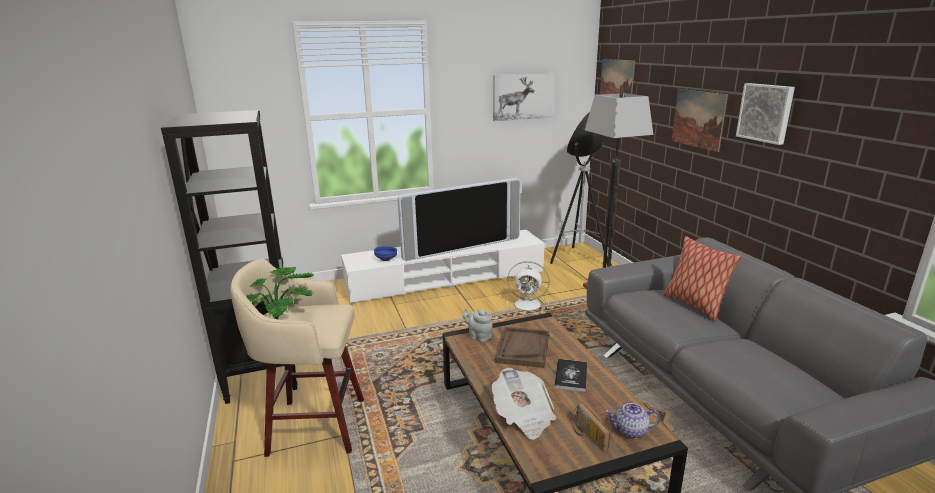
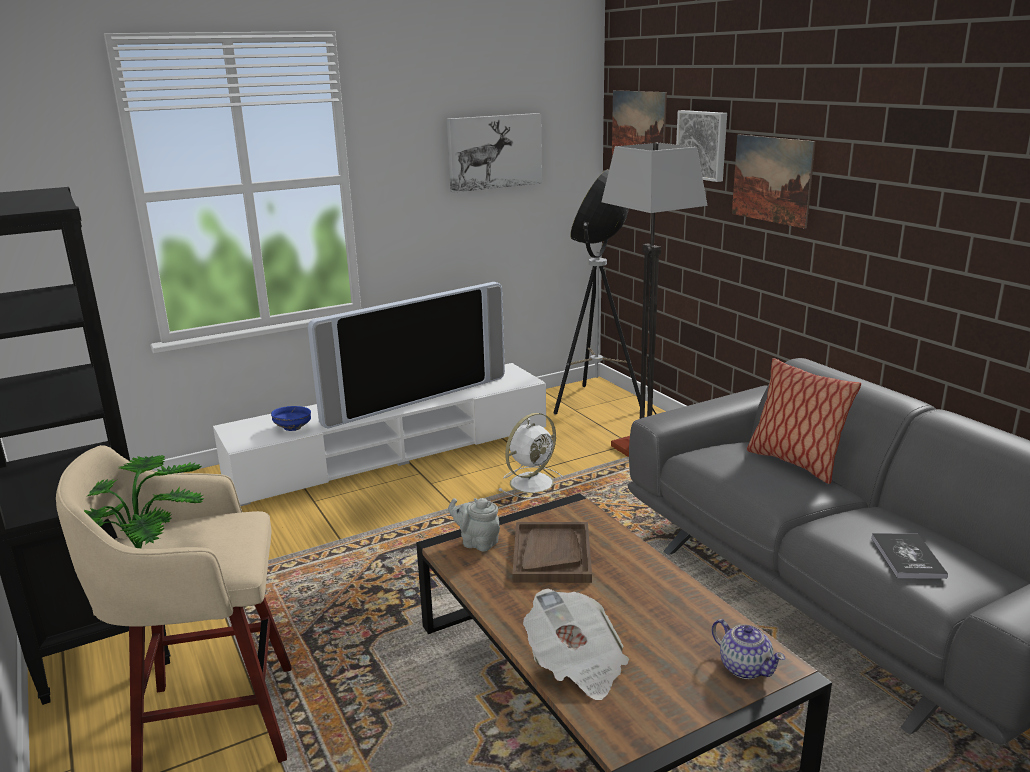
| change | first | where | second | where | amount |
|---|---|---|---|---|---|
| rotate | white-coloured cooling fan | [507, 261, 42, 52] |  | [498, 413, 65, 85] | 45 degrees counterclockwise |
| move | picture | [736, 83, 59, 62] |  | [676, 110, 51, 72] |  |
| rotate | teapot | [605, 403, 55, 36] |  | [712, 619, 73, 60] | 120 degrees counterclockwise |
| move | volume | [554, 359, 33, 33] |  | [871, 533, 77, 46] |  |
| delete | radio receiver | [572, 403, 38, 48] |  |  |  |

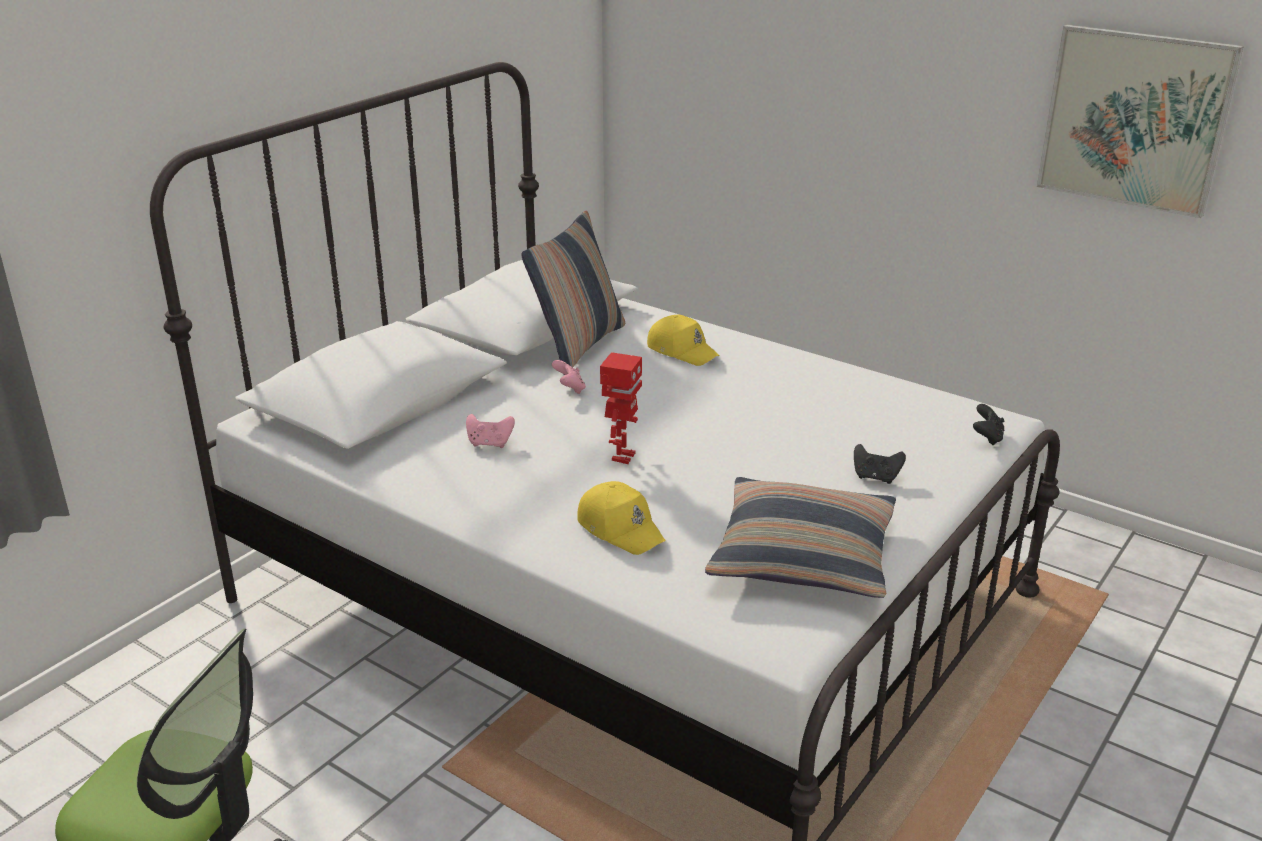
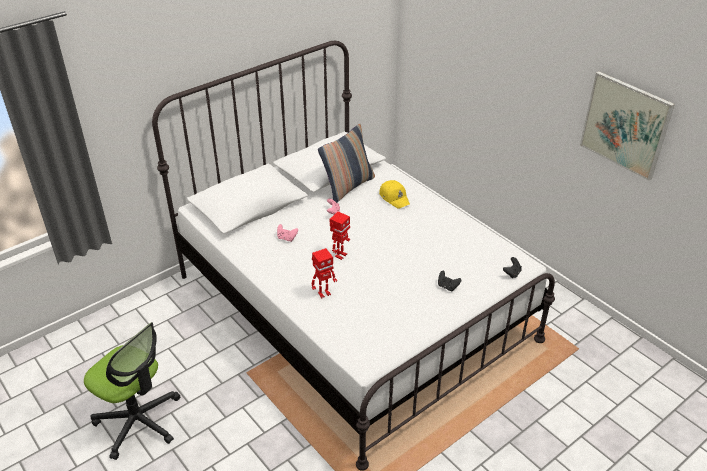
| change | first | where | second | where | amount |
|---|---|---|---|---|---|
| replace | yellow-coloured baseball cap | [578, 481, 88, 74] | robot figure | [312, 248, 25, 51] |  |
| delete | cushion | [705, 477, 191, 121] |  |  |  |

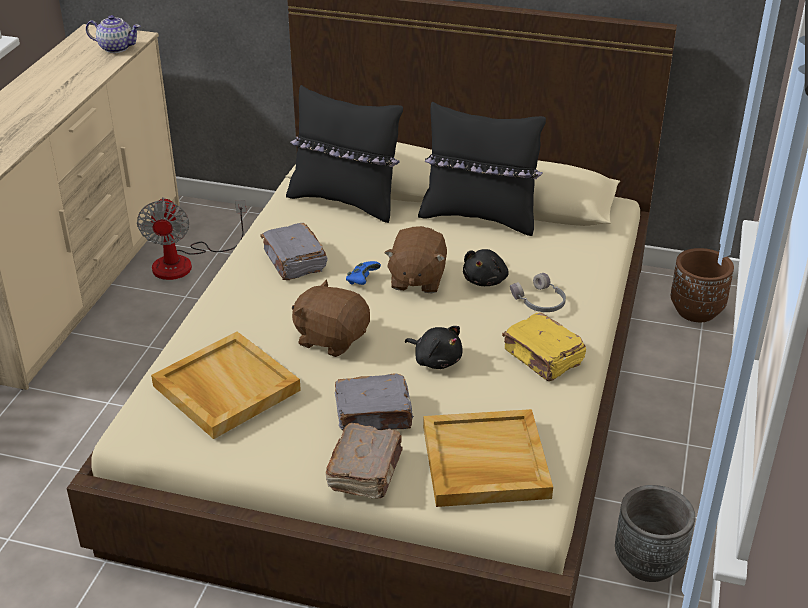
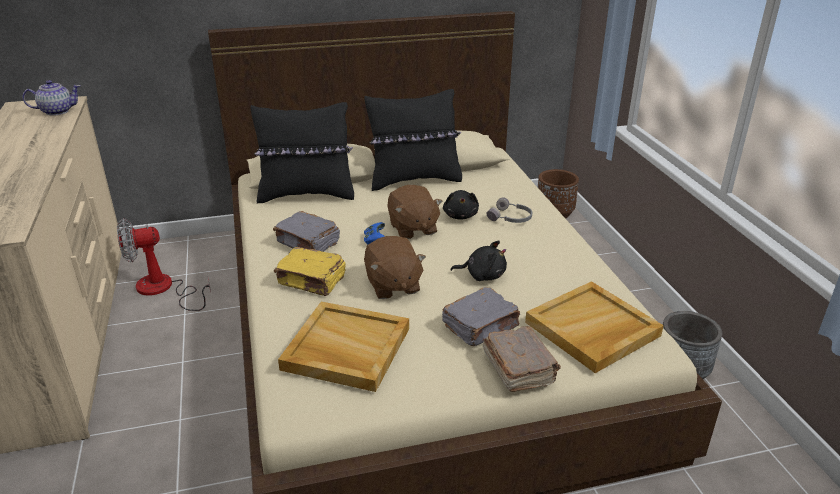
| change | first | where | second | where | amount |
|---|---|---|---|---|---|
| rotate | cooling fan | [137, 197, 110, 83] |  | [117, 218, 94, 93] | 105 degrees clockwise |
| move | yellow-coloured volume | [502, 312, 84, 69] |  | [274, 247, 71, 49] |  |
| rotate | brown-coloured plush toy | [292, 279, 78, 78] |  | [364, 236, 62, 63] | 105 degrees counterclockwise |

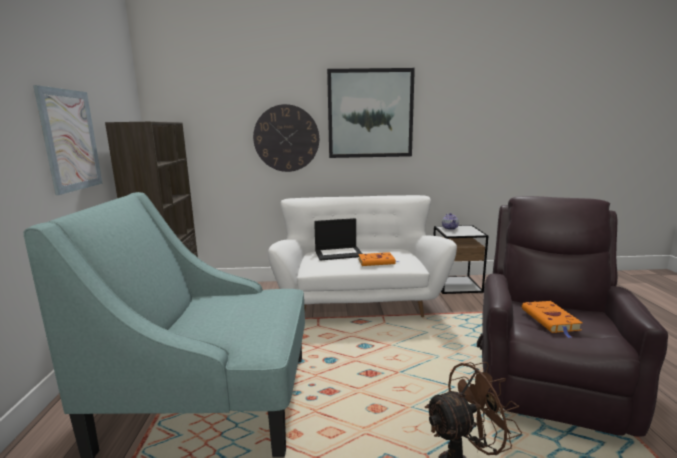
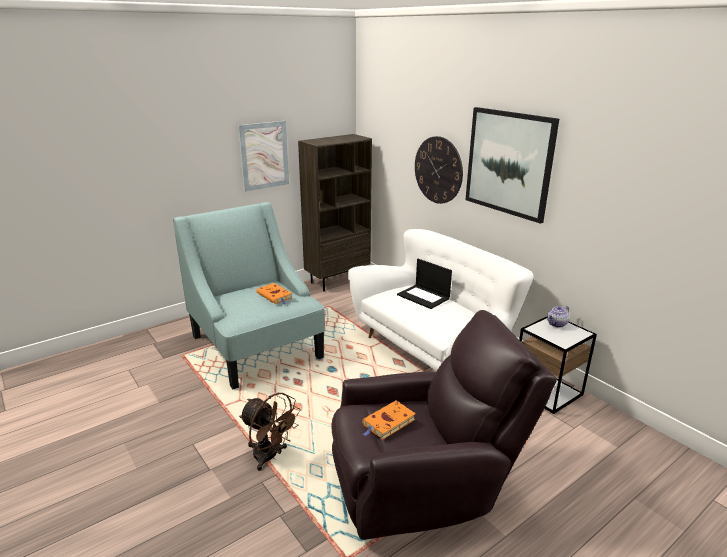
| change | first | where | second | where | amount |
|---|---|---|---|---|---|
| move | orange-coloured volume | [358, 252, 41, 14] |  | [257, 283, 35, 22] |  |

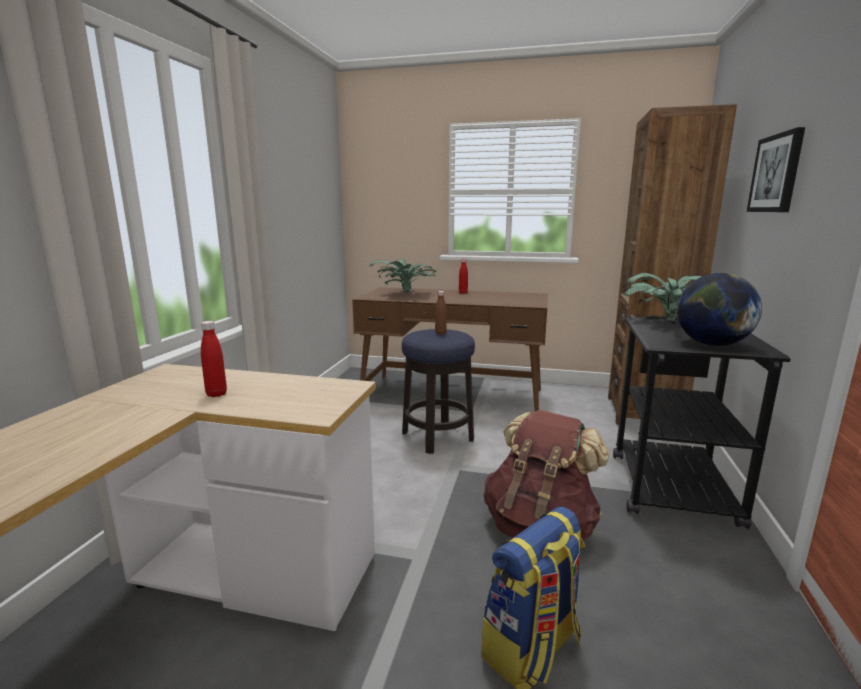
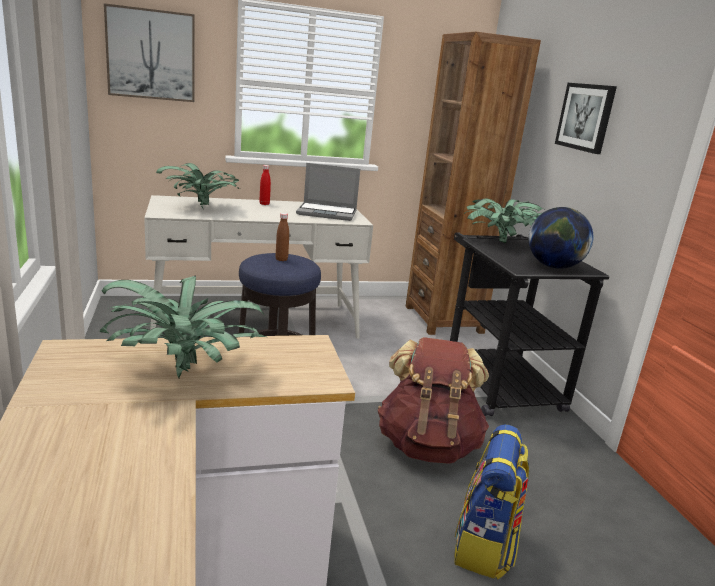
| change | first | where | second | where | amount |
|---|---|---|---|---|---|
| replace | red-coloured bottle | [201, 321, 26, 76] | plant in a pot | [100, 276, 166, 102] |  |
| insert |  |  | picture | [104, 3, 90, 99] |  |
| recolor | brown-coloured desk unit | [352, 287, 196, 124] | white-coloured desk unit | [144, 195, 229, 143] |  |
| insert |  |  | laptop | [296, 163, 64, 58] |  |

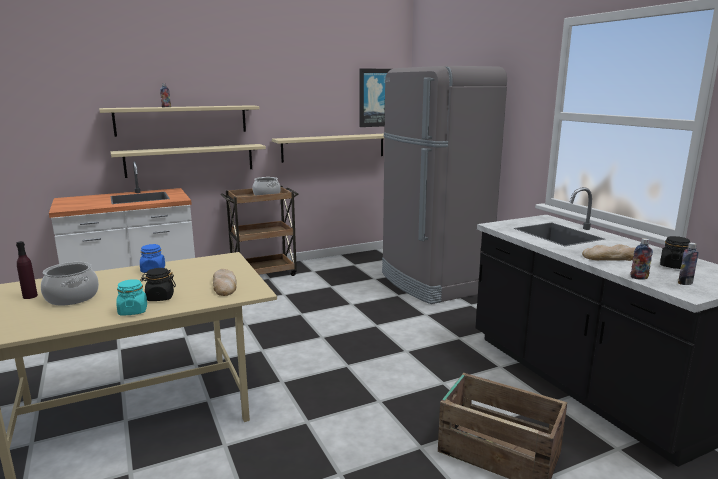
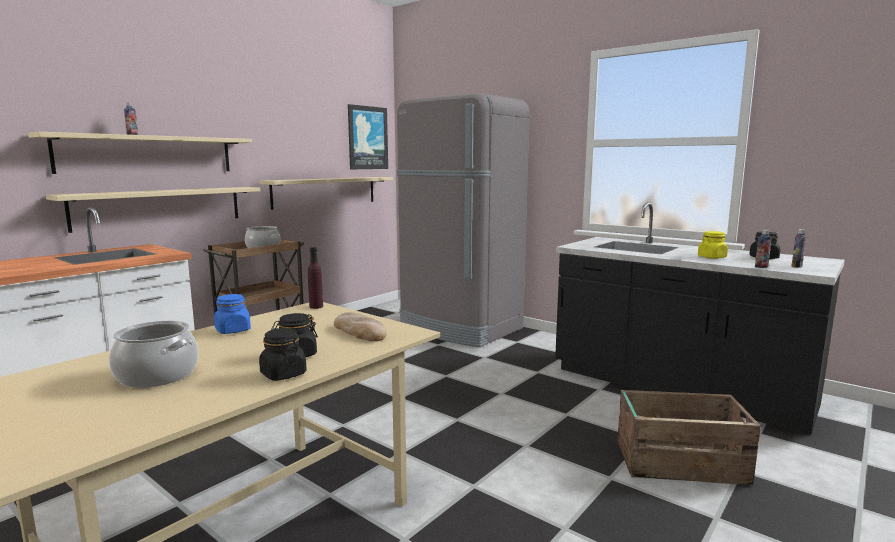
| change | first | where | second | where | amount |
|---|---|---|---|---|---|
| recolor | turquoise-coloured jar | [116, 279, 31, 37] | blackish jar | [259, 328, 48, 53] |  |
| move | purplish bottle | [16, 241, 22, 58] |  | [308, 247, 15, 62] |  |
| replace | bakery bread | [582, 244, 53, 17] | yellow-coloured jar | [698, 231, 30, 28] |  |

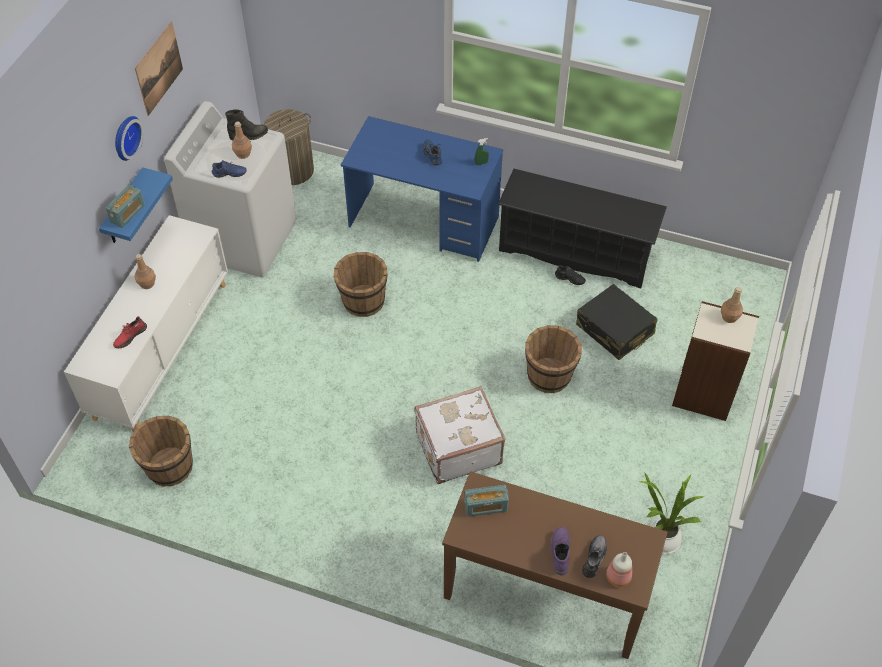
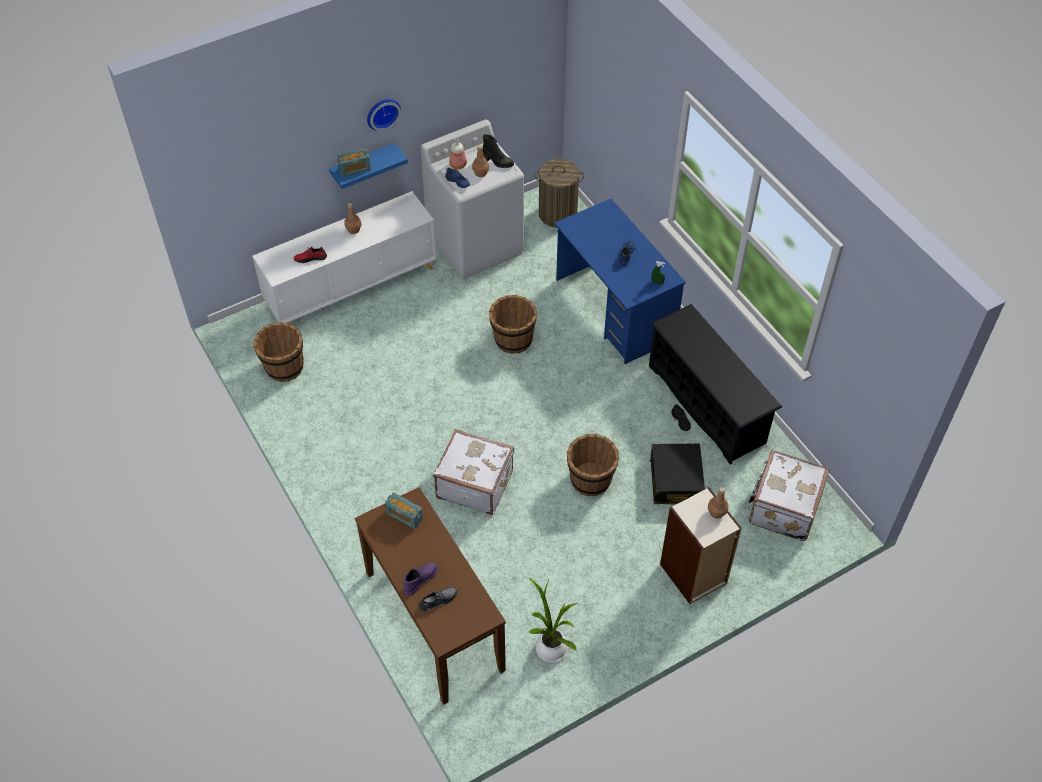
| change | first | where | second | where | amount |
|---|---|---|---|---|---|
| move | bottle | [606, 552, 26, 35] |  | [449, 137, 18, 32] |  |
| insert |  |  | white-coloured suitcase | [748, 450, 81, 91] |  |
| delete | picture | [135, 22, 48, 94] |  |  |  |

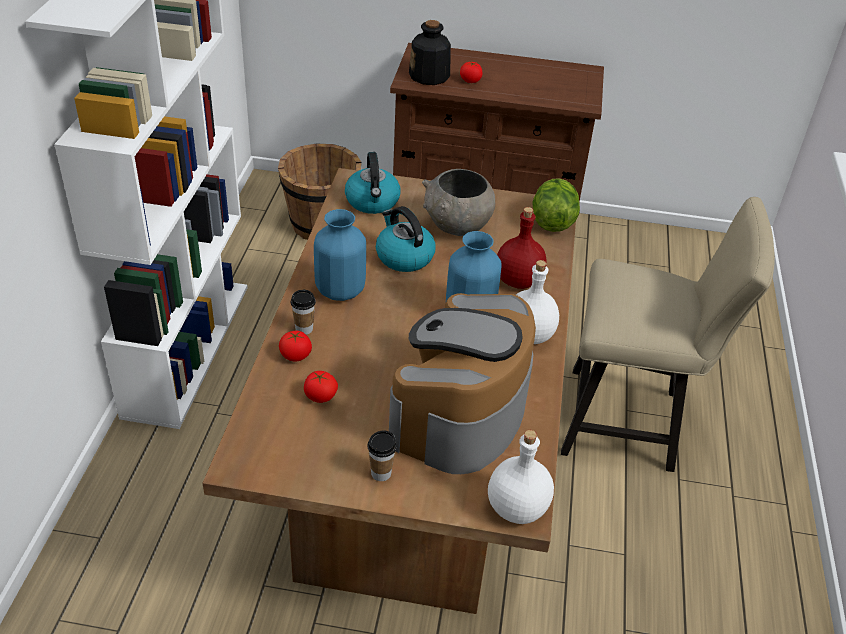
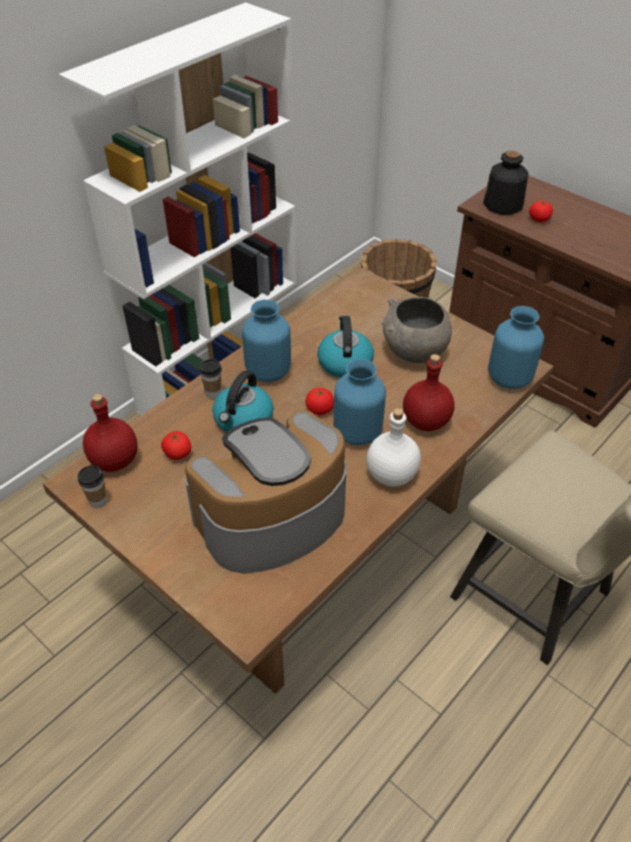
| change | first | where | second | where | amount |
|---|---|---|---|---|---|
| move | cup | [368, 430, 29, 51] |  | [78, 465, 29, 43] |  |
| insert |  |  | red-coloured bottle | [83, 394, 55, 78] |  |
| move | water kettle | [345, 152, 56, 62] |  | [212, 371, 61, 62] |  |
| move | whole tomato | [279, 331, 33, 31] |  | [305, 388, 29, 27] |  |
| replace | lettuce head | [532, 178, 48, 54] | blue-coloured flower vase | [488, 306, 56, 83] |  |
| delete | white-coloured bottle | [488, 430, 66, 94] |  |  |  |

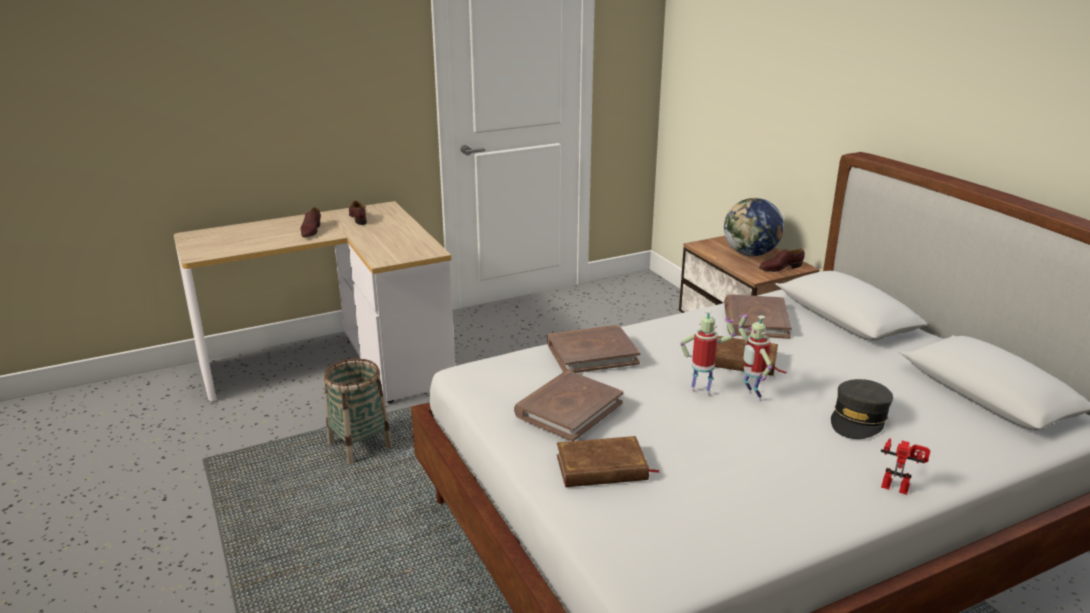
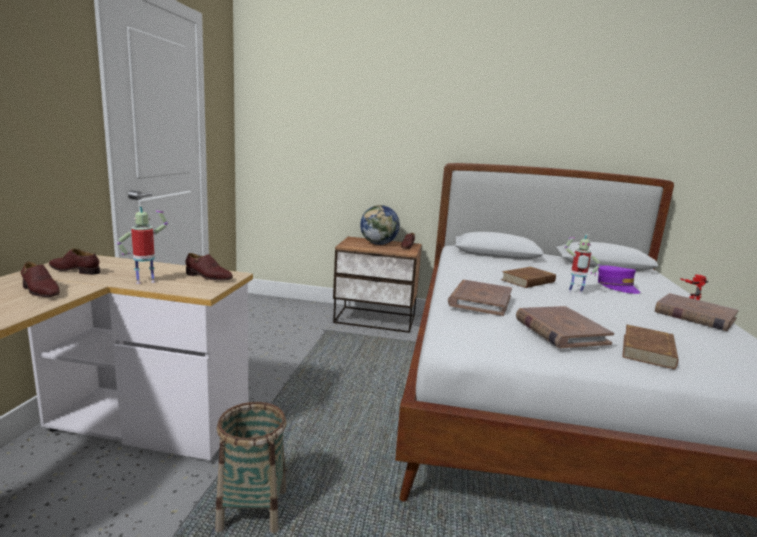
| change | first | where | second | where | amount |
|---|---|---|---|---|---|
| move | robot figure | [680, 310, 55, 85] |  | [117, 205, 51, 79] |  |
| insert |  |  | brown-coloured shoe | [185, 253, 48, 27] |  |
| recolor | gray baseball cap | [831, 379, 62, 60] | purplish baseball cap | [598, 265, 43, 29] |  |
| move | brown-coloured volume | [724, 294, 68, 45] |  | [655, 293, 84, 38] |  |

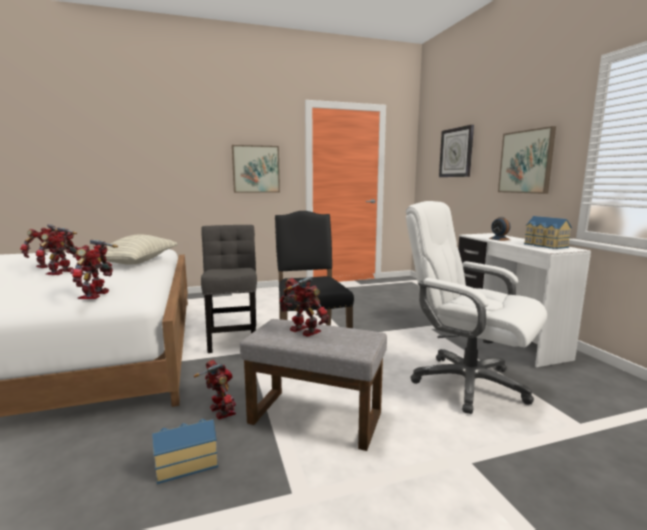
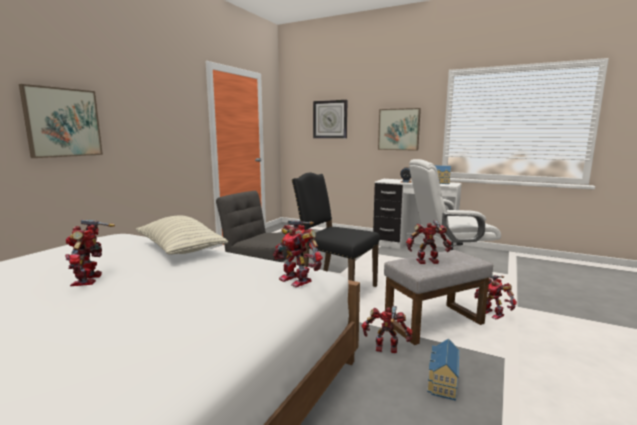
| change | first | where | second | where | amount |
|---|---|---|---|---|---|
| move | picture | [232, 145, 48, 48] |  | [19, 84, 84, 74] |  |
| move | robot figure | [36, 227, 42, 48] |  | [475, 275, 42, 44] |  |

